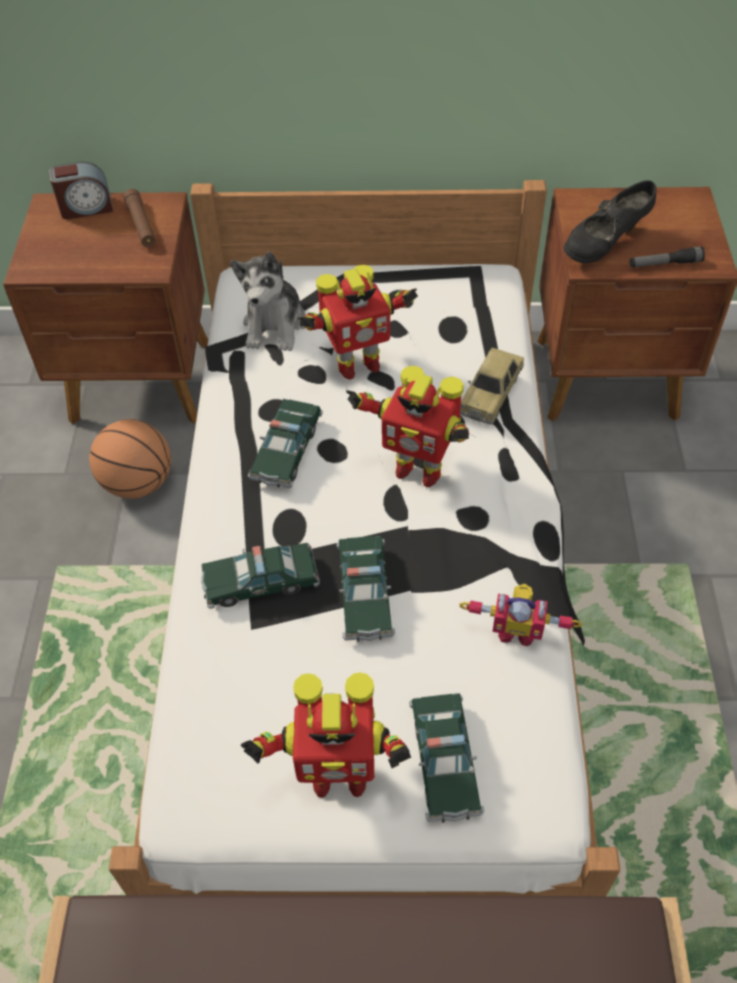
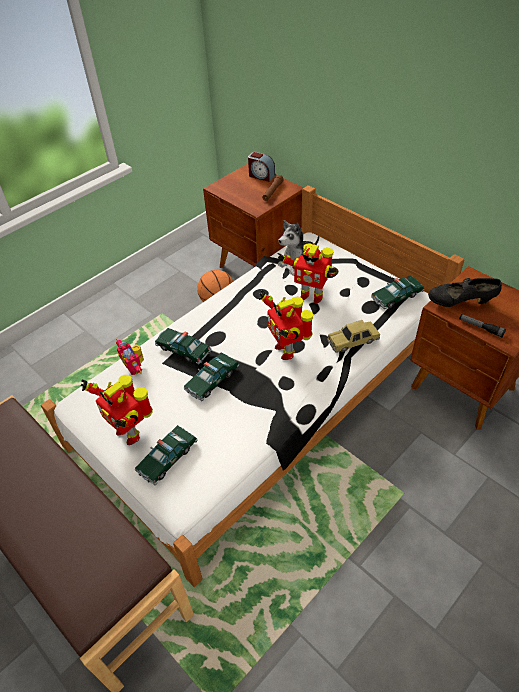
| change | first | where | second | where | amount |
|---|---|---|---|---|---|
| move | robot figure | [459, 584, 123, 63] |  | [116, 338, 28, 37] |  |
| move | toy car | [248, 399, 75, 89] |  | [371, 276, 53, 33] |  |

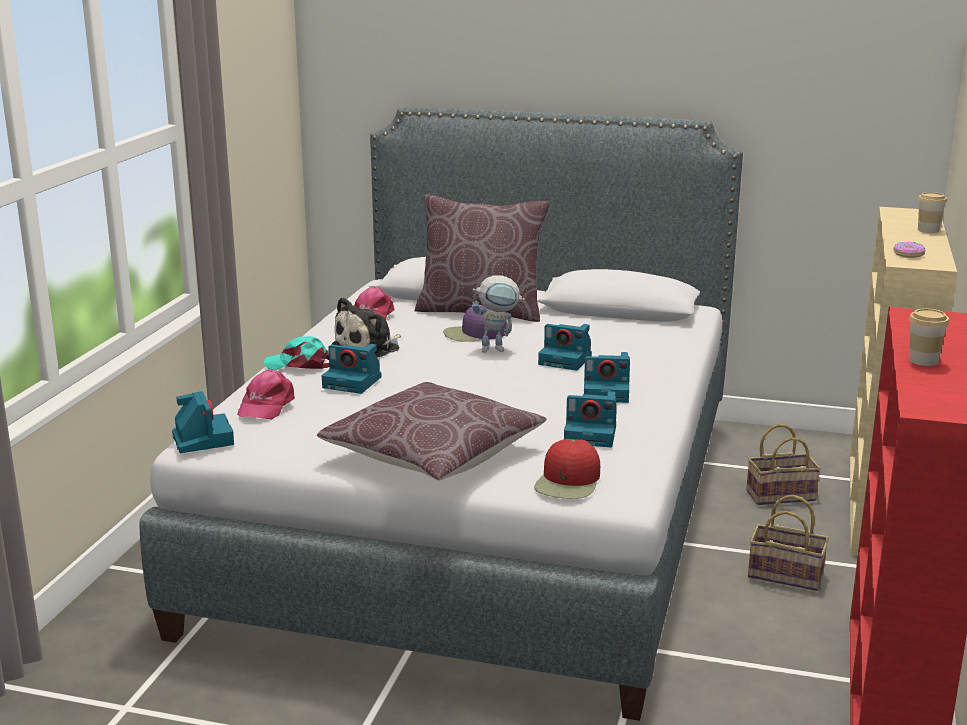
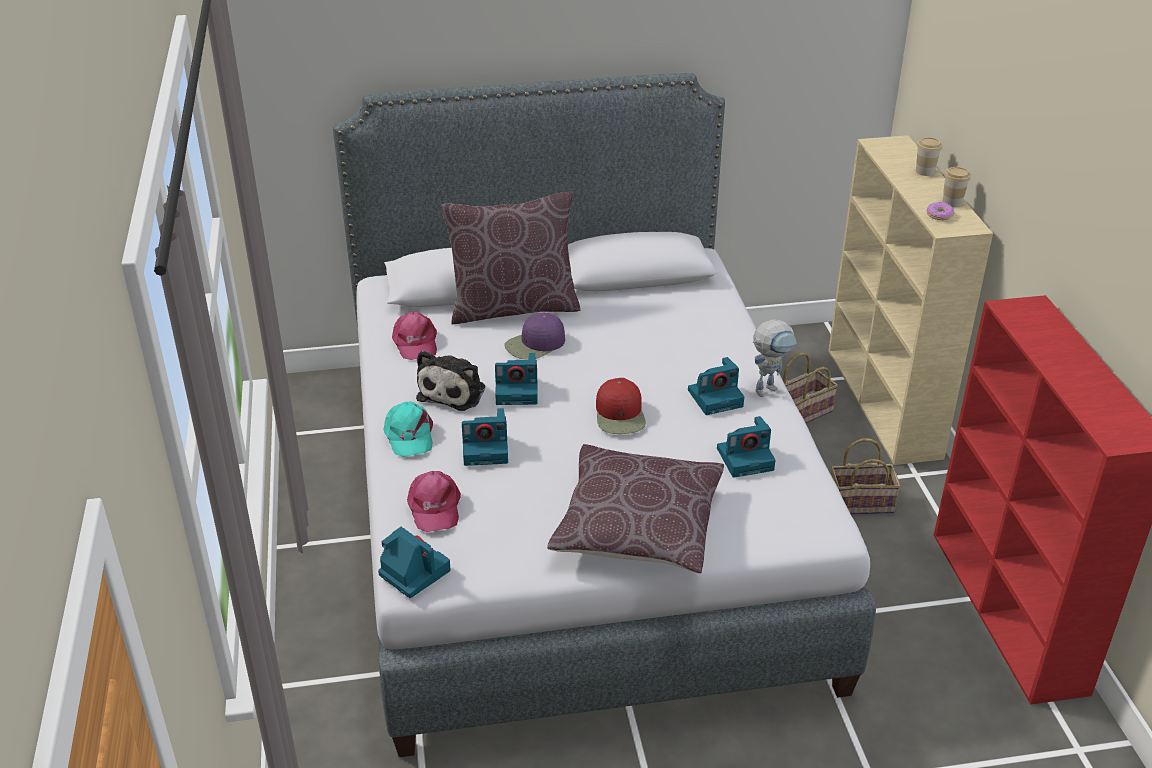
| change | first | where | second | where | amount |
|---|---|---|---|---|---|
| rotate | turquoise-coloured baseball cap | [264, 336, 65, 34] |  | [383, 401, 50, 56] | 90 degrees counterclockwise |
| move | still camera | [538, 324, 54, 46] |  | [495, 353, 43, 52] |  |
| move | red-coloured baseball cap | [534, 439, 66, 60] |  | [596, 378, 50, 56] |  |
| move | robot figure | [472, 275, 53, 78] |  | [753, 319, 43, 78] |  |
| move | cup | [909, 308, 40, 58] |  | [943, 167, 28, 40] |  |

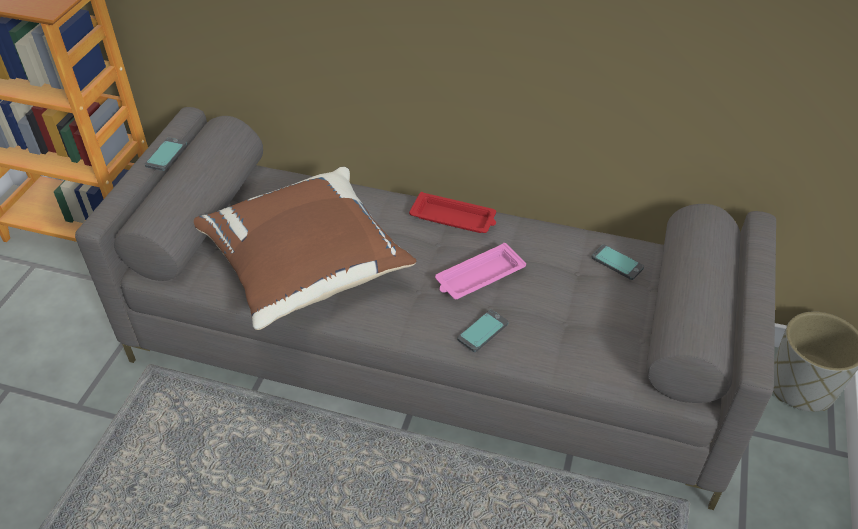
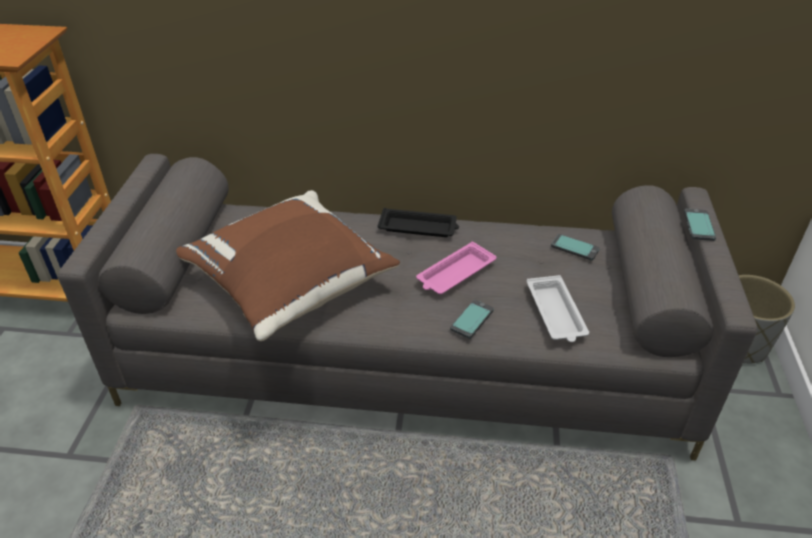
| change | first | where | second | where | amount |
|---|---|---|---|---|---|
| recolor | red-coloured tray | [409, 192, 87, 41] | blackish tray | [378, 208, 81, 29] |  |
| insert |  |  | white-coloured tray | [527, 275, 62, 67] |  |
| move | phone | [145, 137, 42, 34] |  | [684, 209, 32, 32] |  |

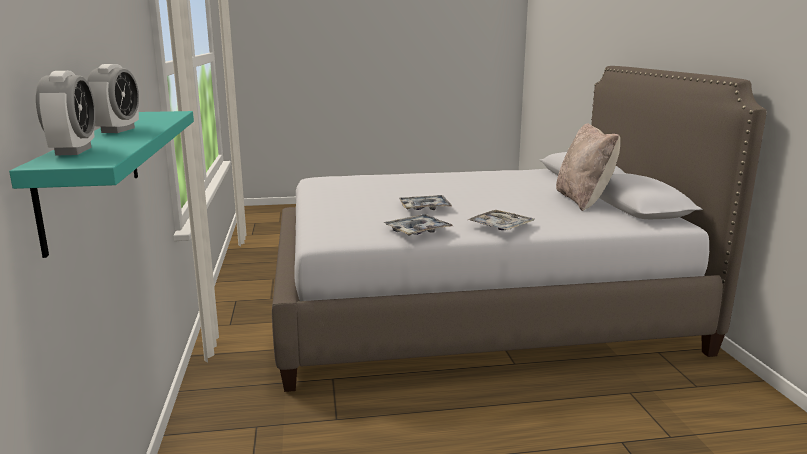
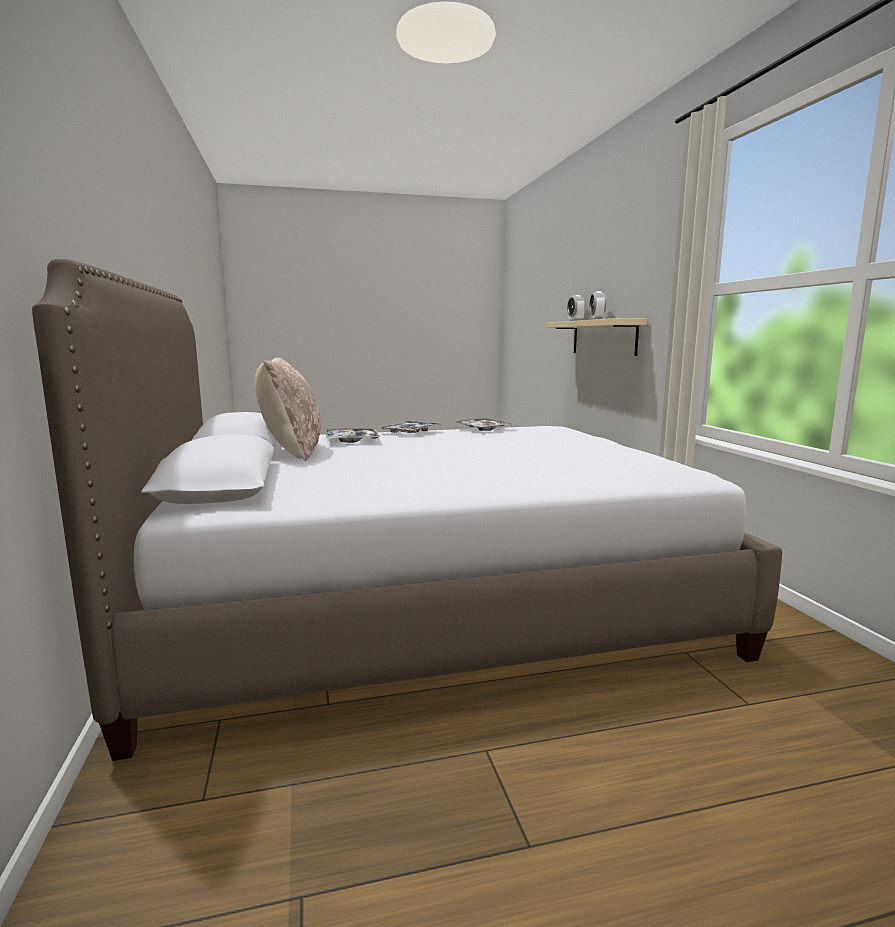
| change | first | where | second | where | amount |
|---|---|---|---|---|---|
| move | tray | [399, 195, 53, 15] |  | [325, 428, 55, 15] |  |
| recolor | turquoise-coloured bracket shelf | [9, 111, 185, 147] | sand-coloured bracket shelf | [546, 318, 101, 38] |  |

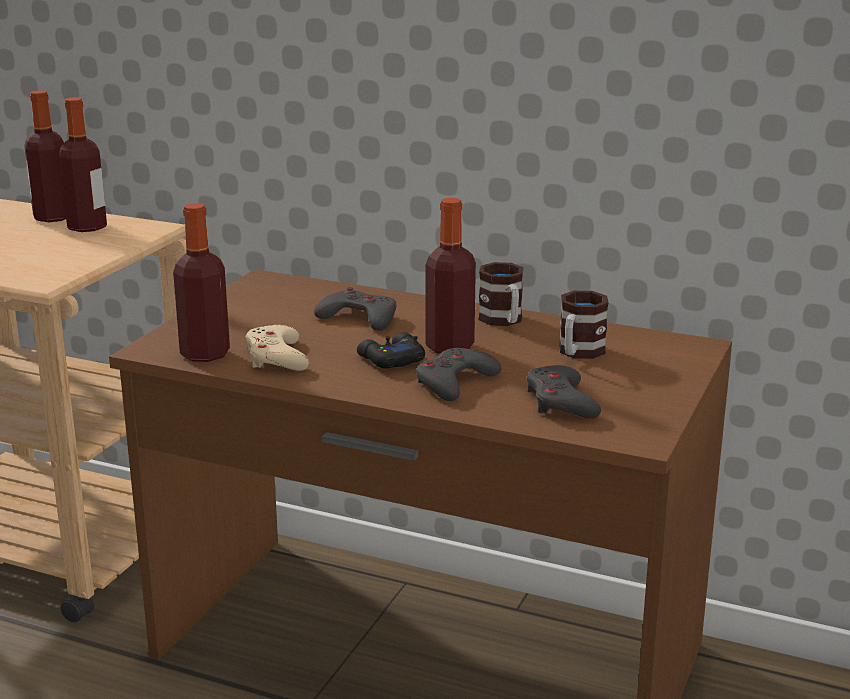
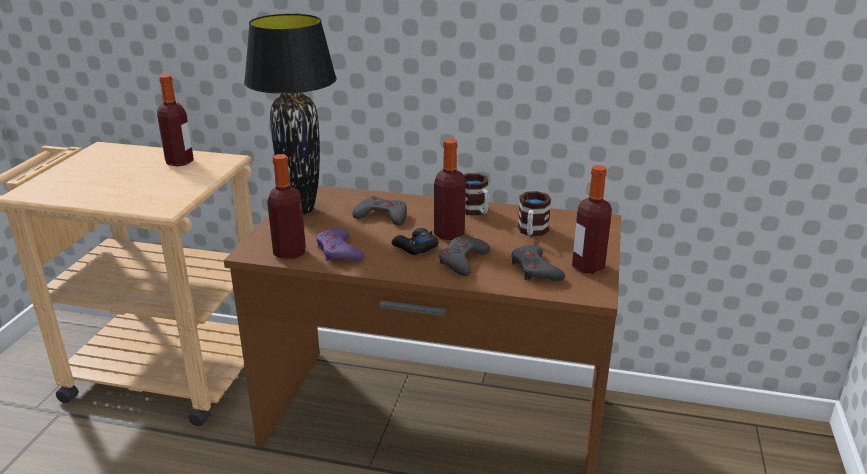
| change | first | where | second | where | amount |
|---|---|---|---|---|---|
| insert |  |  | blackish table lamp | [244, 14, 93, 200] |  |
| recolor | sand-coloured game controller | [246, 325, 63, 46] | purplish game controller | [316, 228, 48, 33] |  |
| move | bottle | [24, 90, 42, 132] |  | [572, 165, 40, 109] |  |

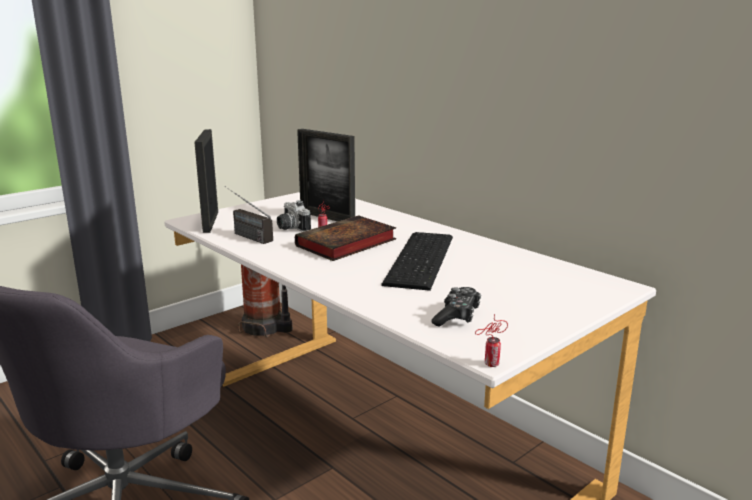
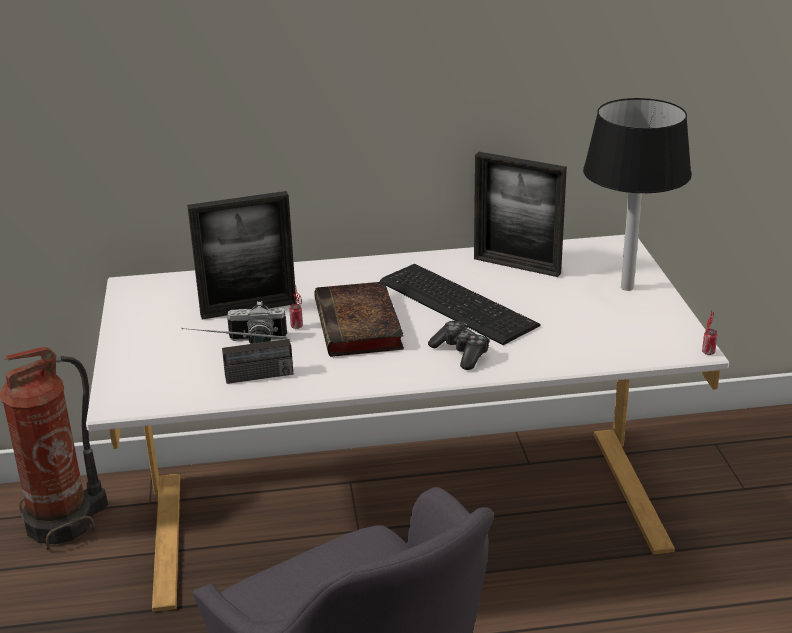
| change | first | where | second | where | amount |
|---|---|---|---|---|---|
| move | game controller | [432, 287, 49, 39] |  | [428, 321, 62, 49] |  |
| move | photo frame | [194, 129, 24, 104] |  | [474, 152, 93, 125] |  |
| insert |  |  | blackish table lamp | [583, 98, 109, 193] |  |

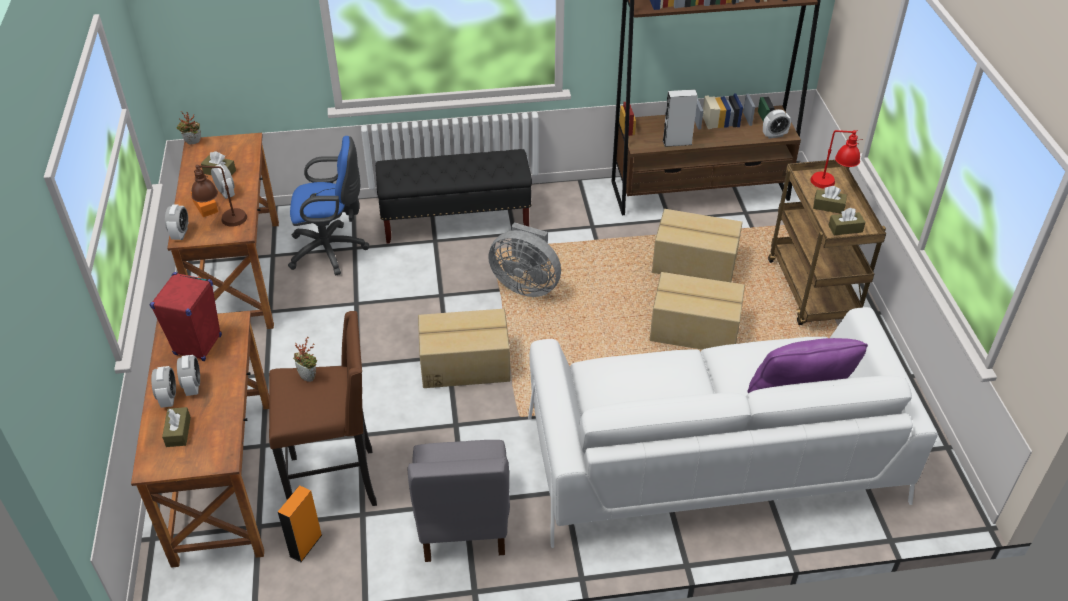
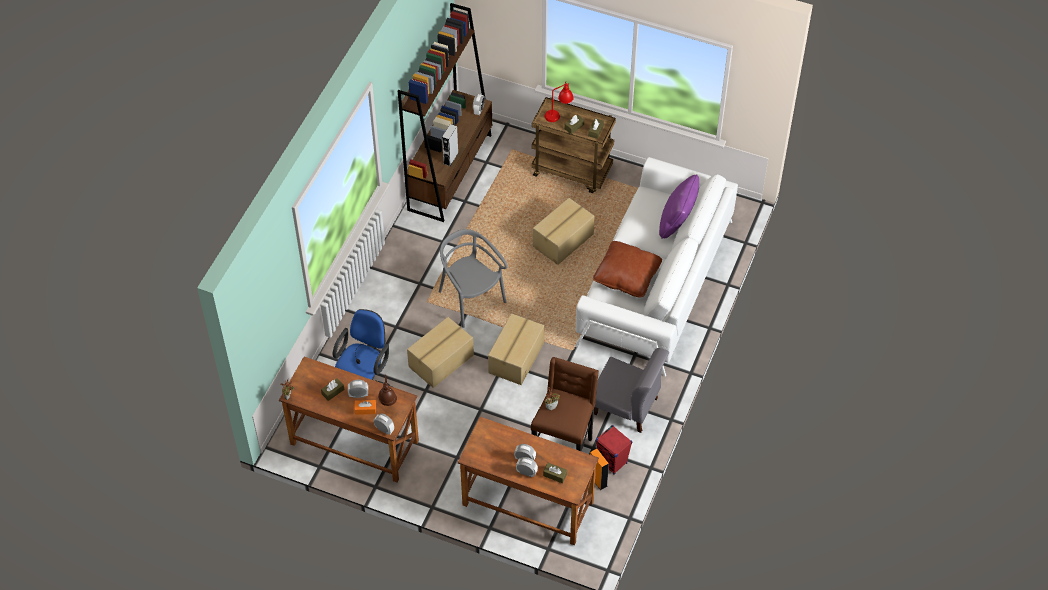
| change | first | where | second | where | amount |
|---|---|---|---|---|---|
| move | packing box | [652, 209, 91, 73] |  | [407, 317, 67, 71] |  |
| replace | gray cooling fan | [488, 222, 73, 75] | gray chair | [439, 229, 69, 99] |  |
| insert |  |  | brown-coloured cushion | [593, 241, 69, 56] |  |
| move | red-coloured audio speaker | [149, 272, 73, 89] |  | [596, 425, 36, 49] |  |
| delete | blackish indoor bench | [376, 149, 156, 95] |  |  |  |

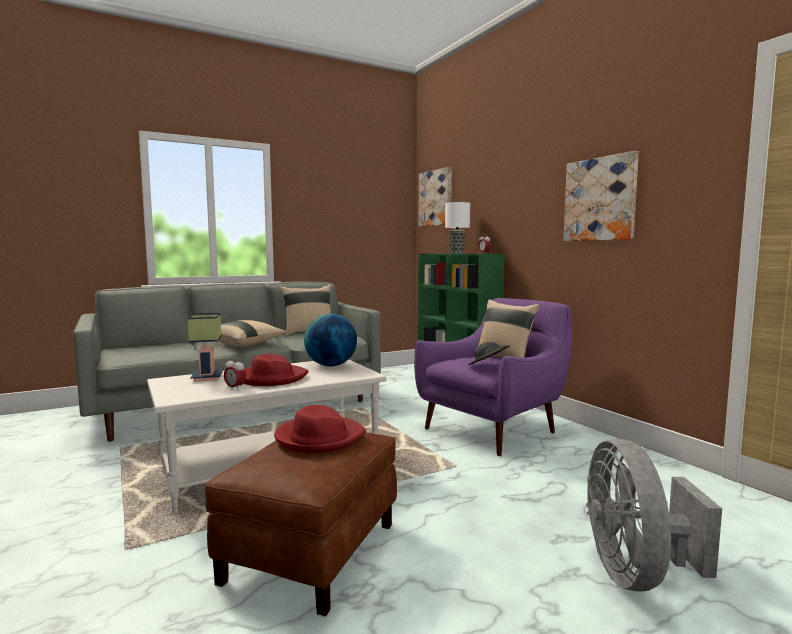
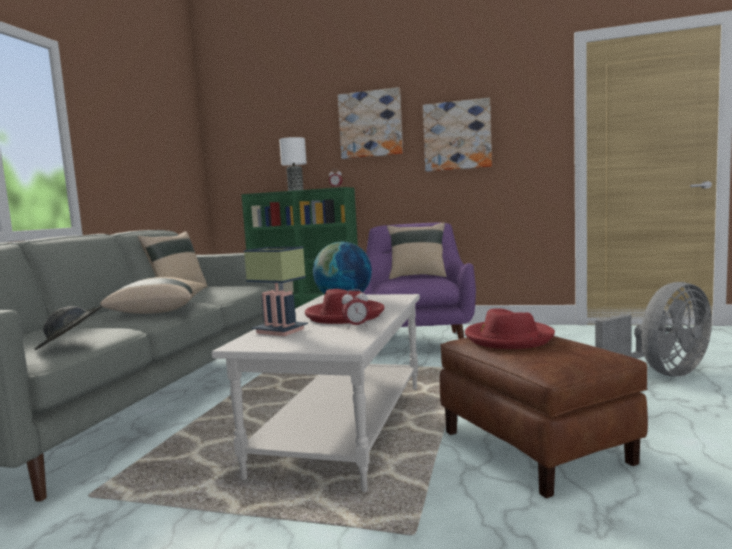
| change | first | where | second | where | amount |
|---|---|---|---|---|---|
| move | gray hat | [468, 342, 42, 23] |  | [35, 306, 67, 44] |  |
| move | picture | [418, 167, 34, 60] |  | [338, 87, 65, 72] |  |
| rotate | gray cooling fan | [586, 439, 136, 153] |  | [595, 282, 117, 95] | 75 degrees counterclockwise |

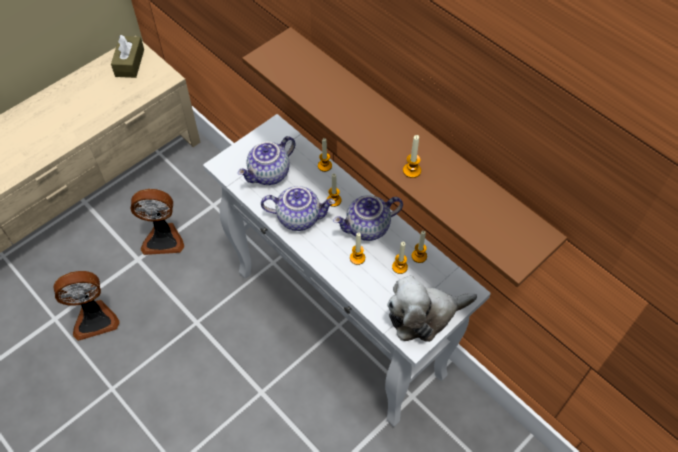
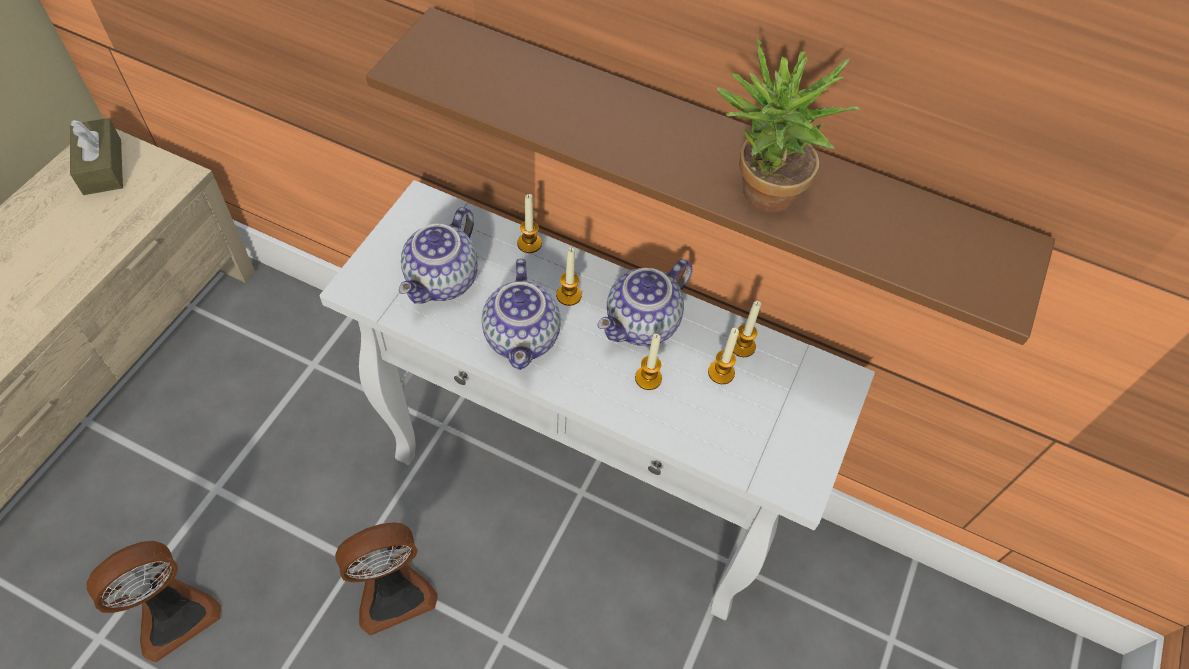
| change | first | where | second | where | amount |
|---|---|---|---|---|---|
| move | cooling fan | [130, 189, 54, 66] |  | [335, 522, 103, 114] |  |
| rotate | teapot | [261, 186, 74, 45] |  | [482, 259, 79, 111] | 105 degrees clockwise |
| replace | candle | [403, 135, 18, 43] | plant in a pot | [716, 39, 144, 173] |  |
| delete | plush toy | [387, 276, 90, 66] |  |  |  |

